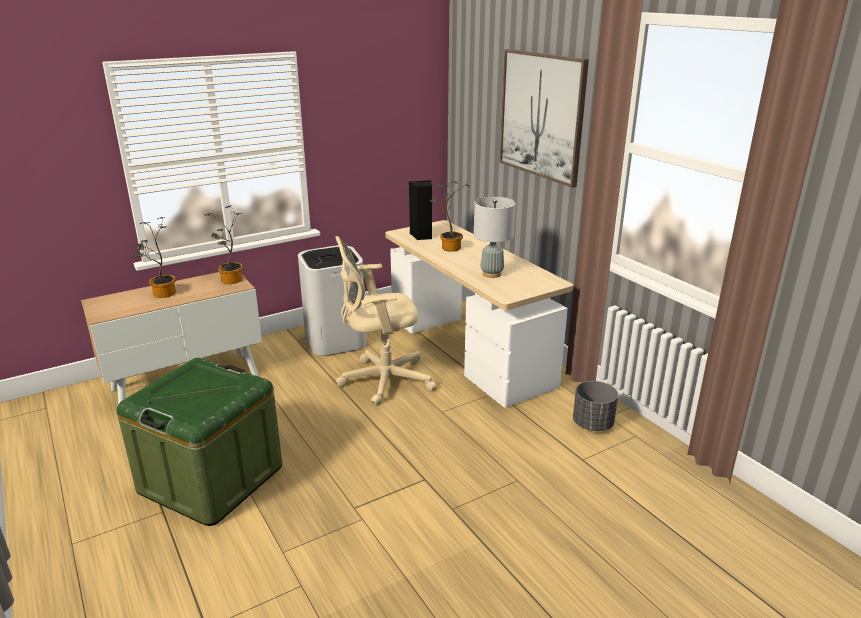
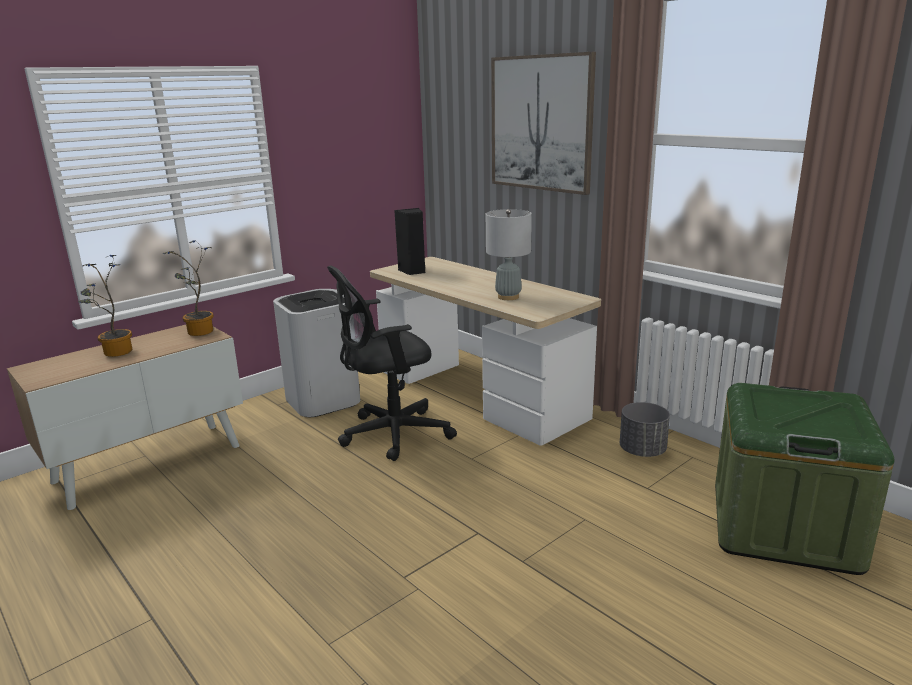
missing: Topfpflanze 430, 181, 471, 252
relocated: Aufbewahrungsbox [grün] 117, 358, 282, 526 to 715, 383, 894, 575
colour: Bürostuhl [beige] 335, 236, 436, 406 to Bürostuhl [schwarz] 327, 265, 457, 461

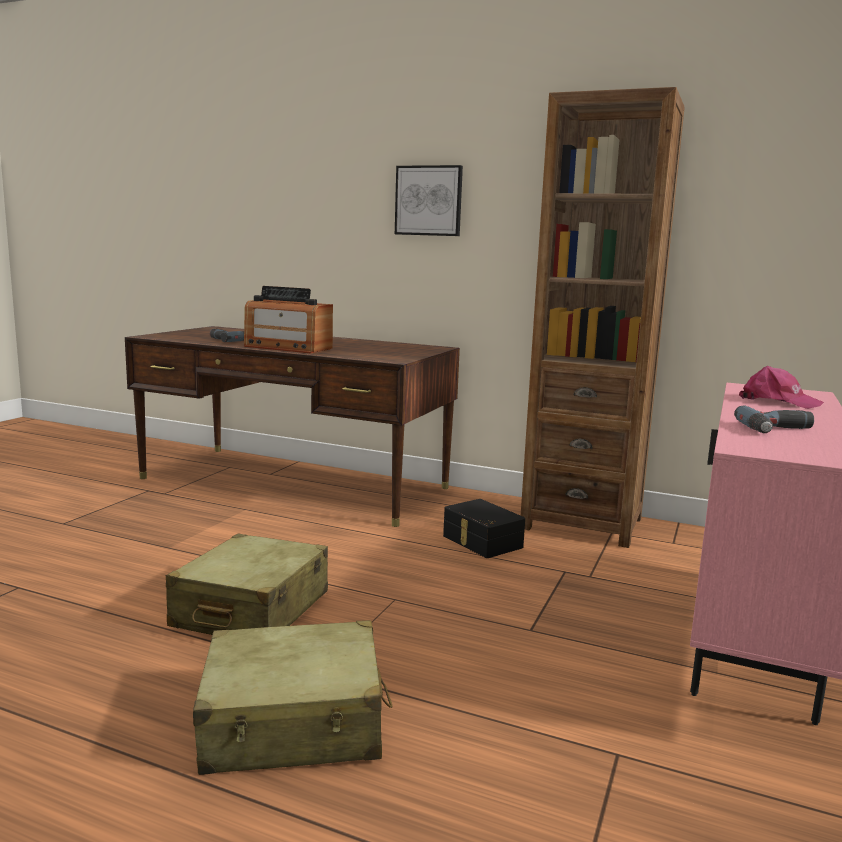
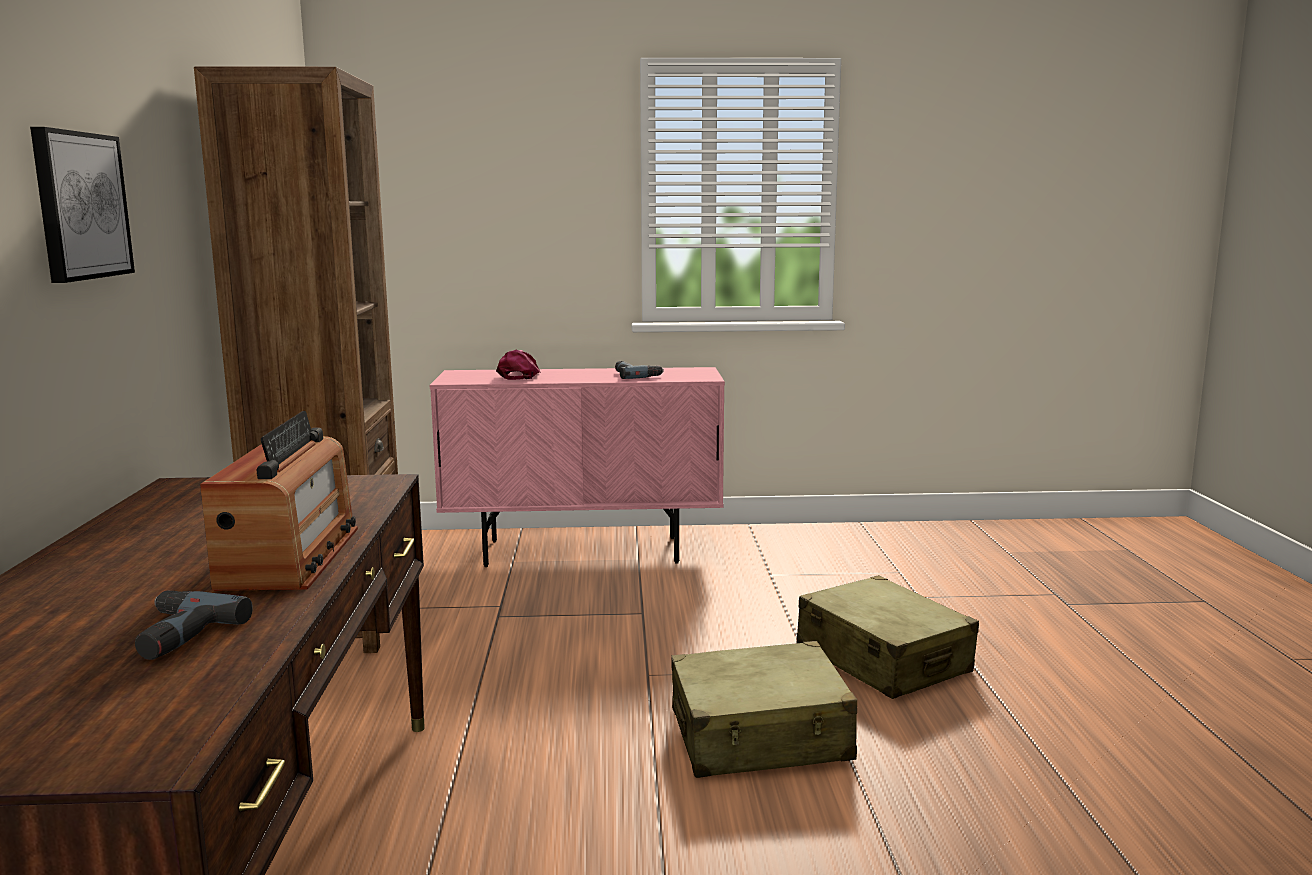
missing: Aufbewahrungsbox [schwarz] 443, 499, 525, 558

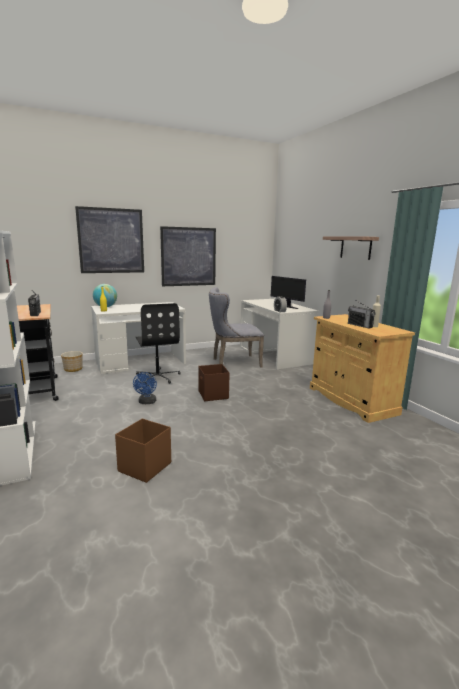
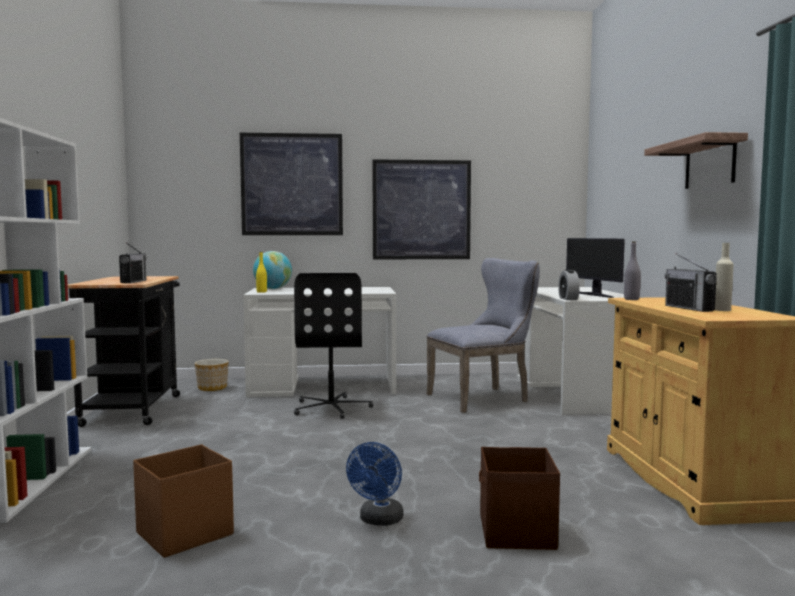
relocated: Ventilator [blau] 133, 372, 157, 404 to 346, 442, 403, 526; Aufbewahrungsbox [braun] 198, 364, 230, 401 to 479, 447, 560, 550
spun: Stuhl [grau] 209, 287, 264, 368 = 427, 258, 540, 413 150 degrees clockwise

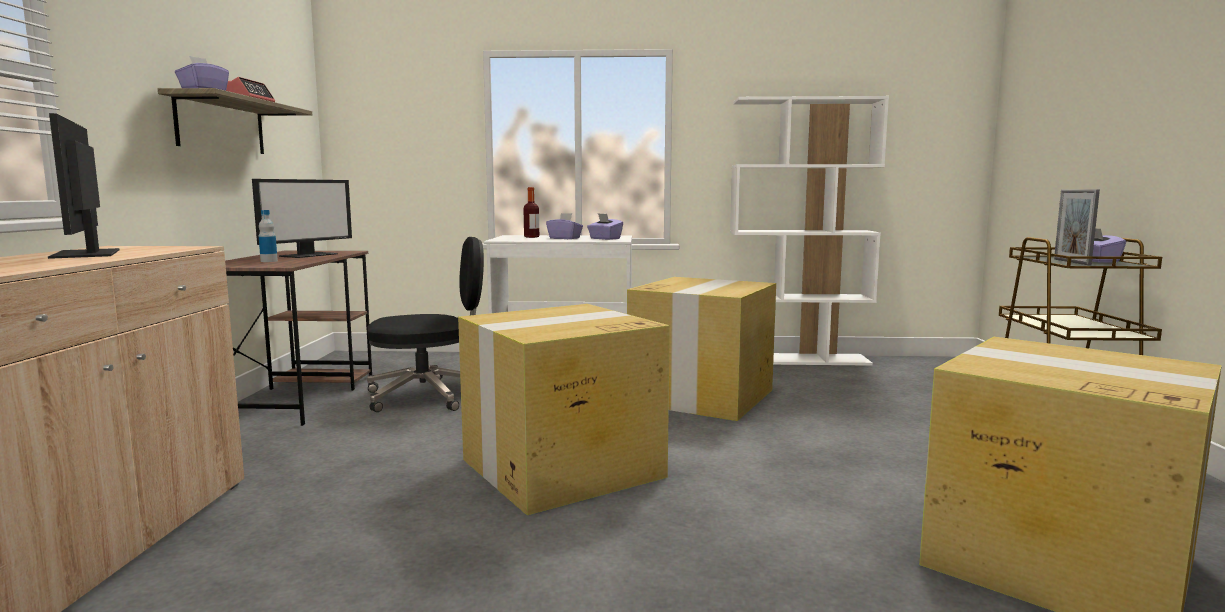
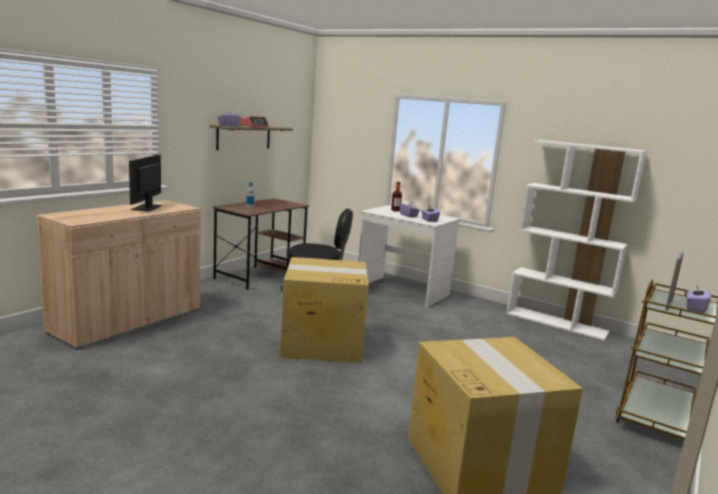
missing: Monitor 252, 179, 352, 258; Karton 627, 277, 776, 421

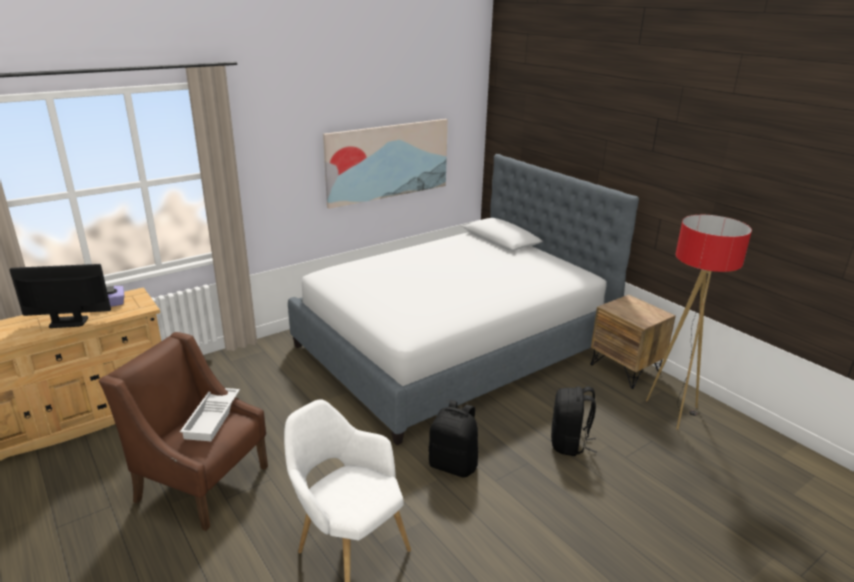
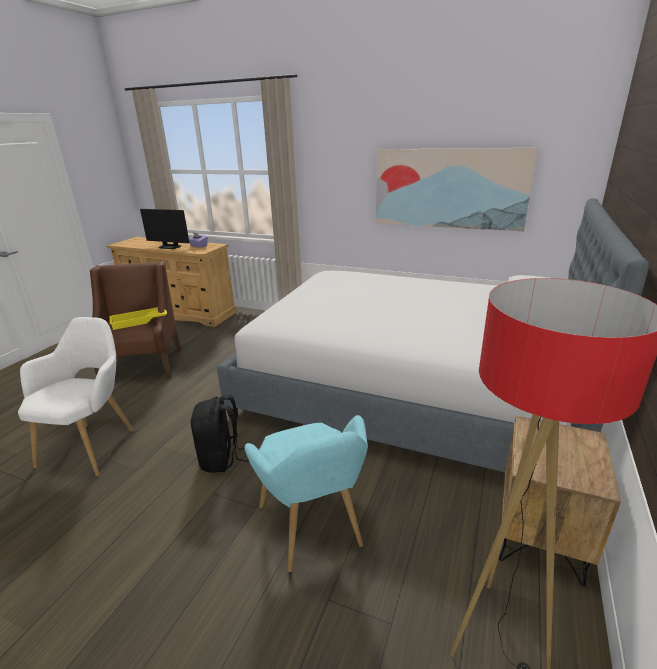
exchanged: Rucksack [schwarz] 551, 386, 597, 456 to Sessel [türkis] 244, 415, 368, 572
colour: Tablett [weiß] 180, 388, 240, 441 to Tablett [gelb] 110, 307, 167, 330
spun: Monitor 9, 264, 111, 328 = 140, 209, 189, 249 150 degrees clockwise

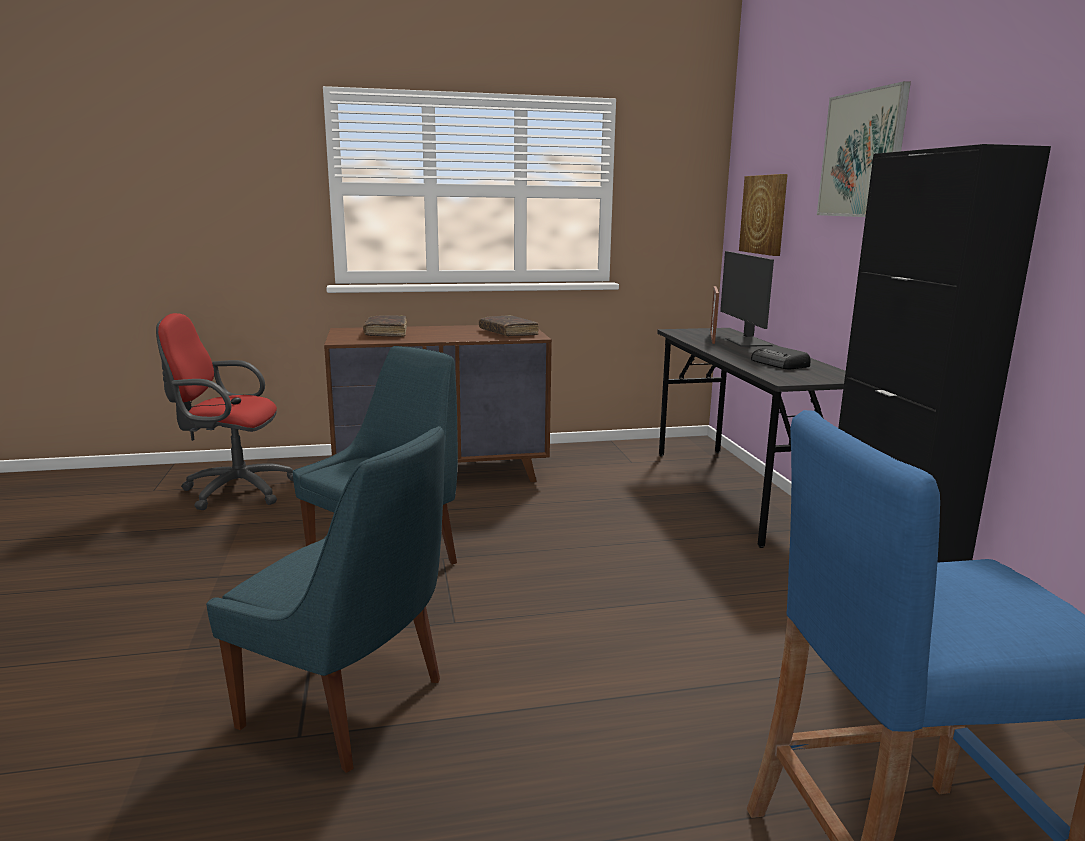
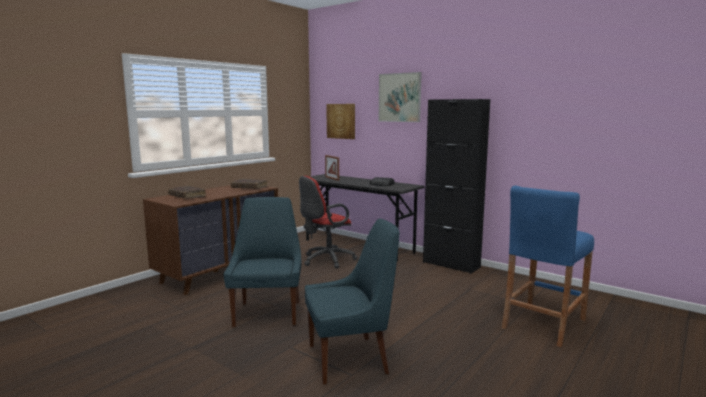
missing: Monitor 720, 251, 774, 347
relocated: Bürostuhl [rot] 156, 313, 293, 510 to 299, 176, 357, 268

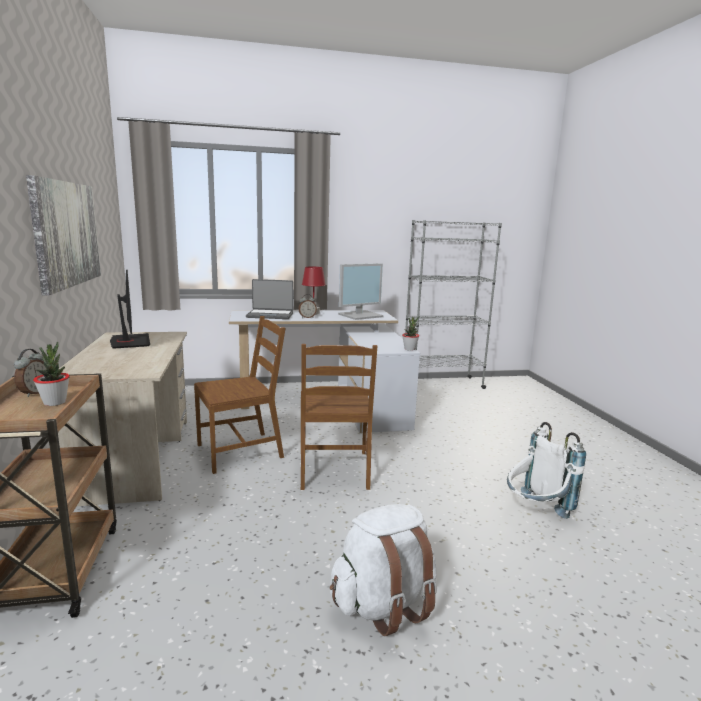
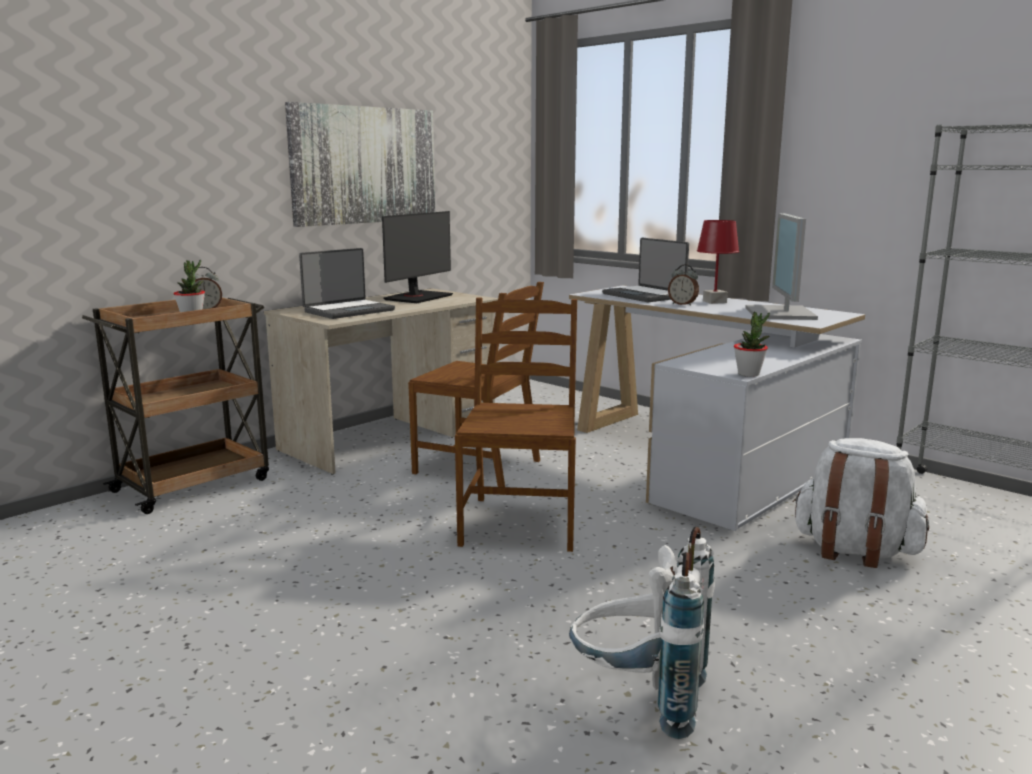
appeared: Laptop 299, 248, 395, 319
relocated: Rucksack [weiß] 330, 504, 437, 636 to 793, 438, 929, 568
spun: Stuhl [braun] 301, 344, 377, 490 = 455, 298, 577, 552 135 degrees clockwise; Monitor 338, 263, 384, 320 = 745, 213, 818, 320 75 degrees clockwise

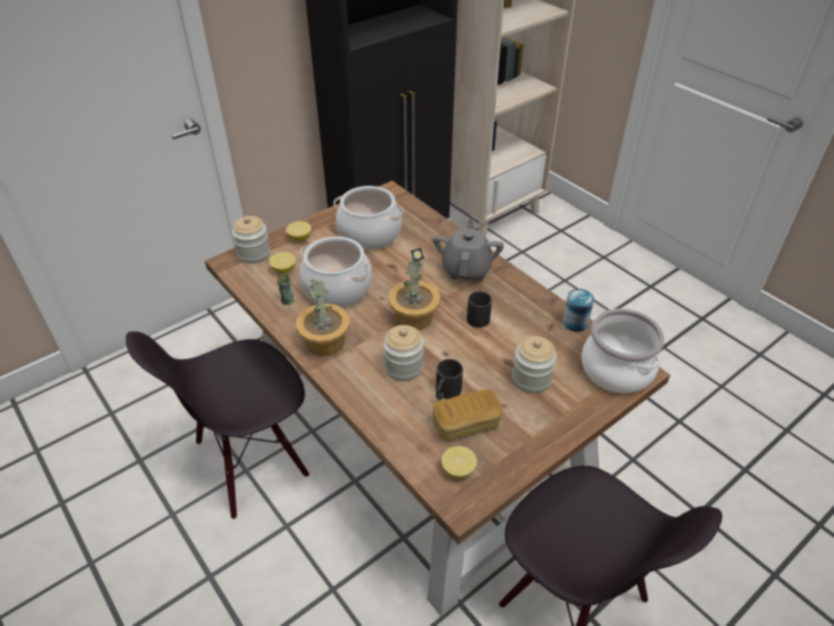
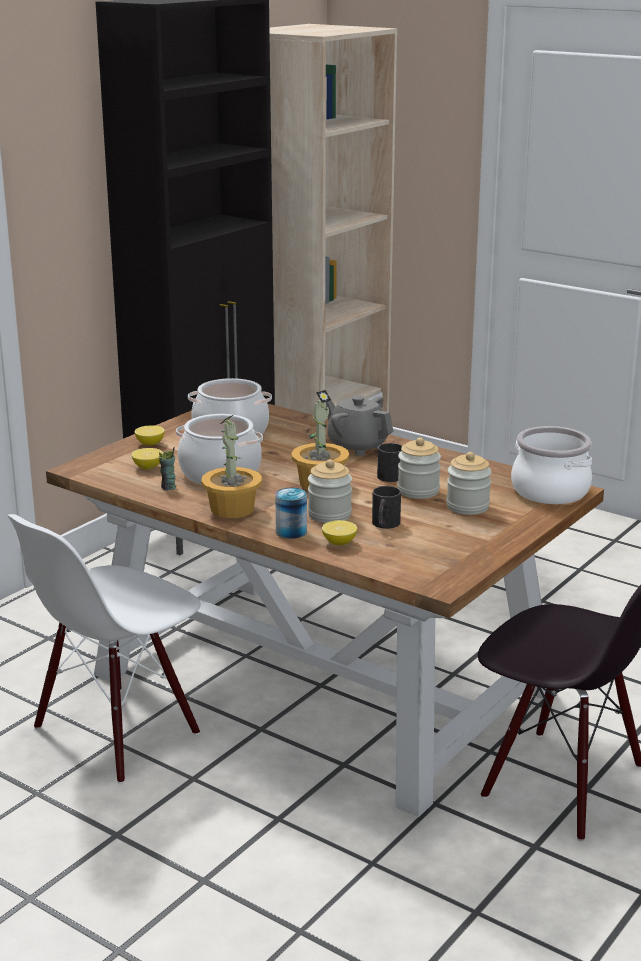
missing: Brot 433, 389, 503, 441
relocated: Vorratsglas 232, 216, 270, 264 to 398, 437, 441, 499; Zitrone 441, 446, 477, 478 to 322, 520, 357, 545; Dose 562, 289, 594, 332 to 275, 488, 307, 539
colour: Stuhl [schwarz] 126, 331, 309, 519 to Stuhl [weiß] 7, 514, 201, 784
spun: Teekanne [grau] 433, 219, 504, 282 = 326, 396, 393, 456 45 degrees counterclockwise

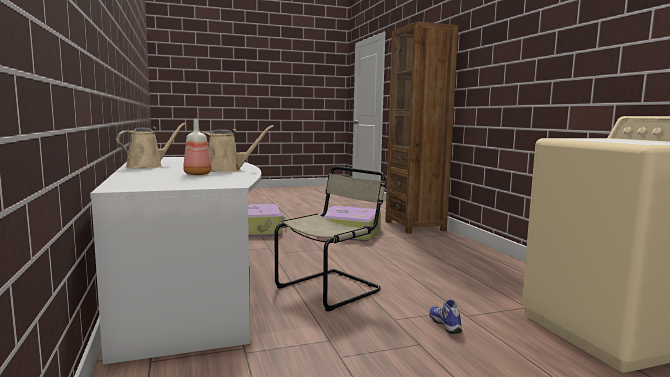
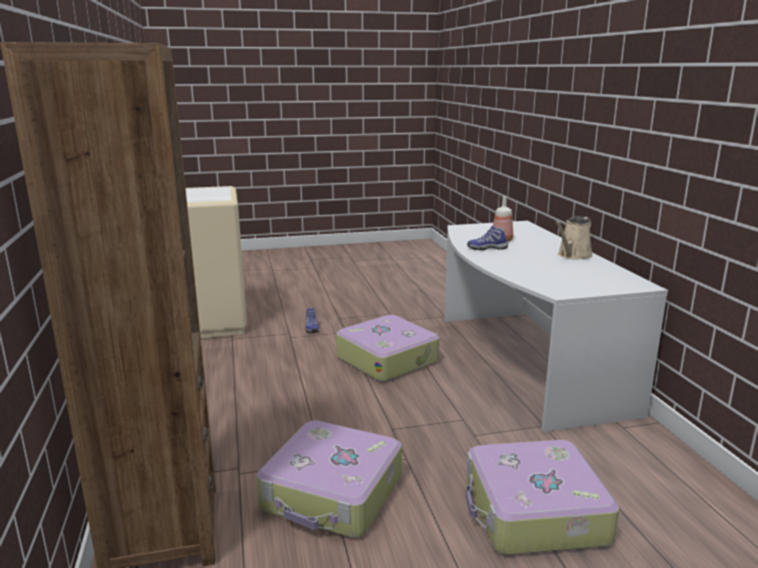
exchanged: Gießkanne [beige] 201, 125, 274, 172 to Schuh 467, 225, 508, 250; Stuhl [beige] 275, 166, 386, 312 to Koffer 336, 315, 439, 382

